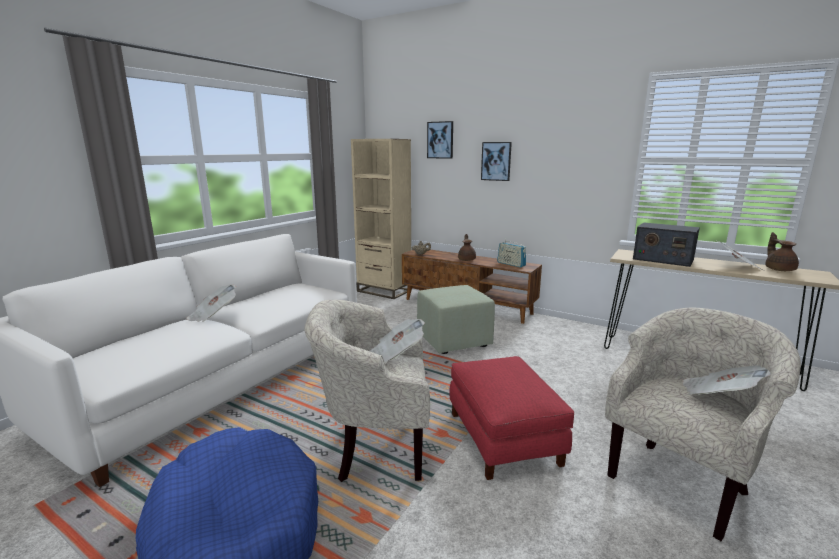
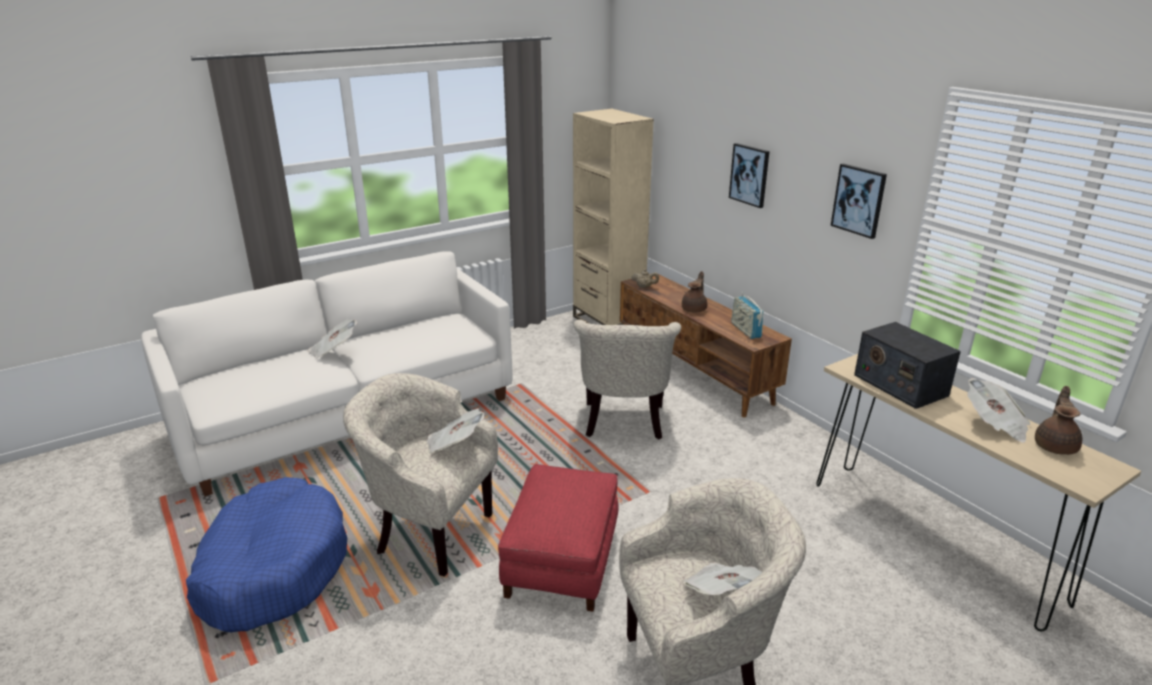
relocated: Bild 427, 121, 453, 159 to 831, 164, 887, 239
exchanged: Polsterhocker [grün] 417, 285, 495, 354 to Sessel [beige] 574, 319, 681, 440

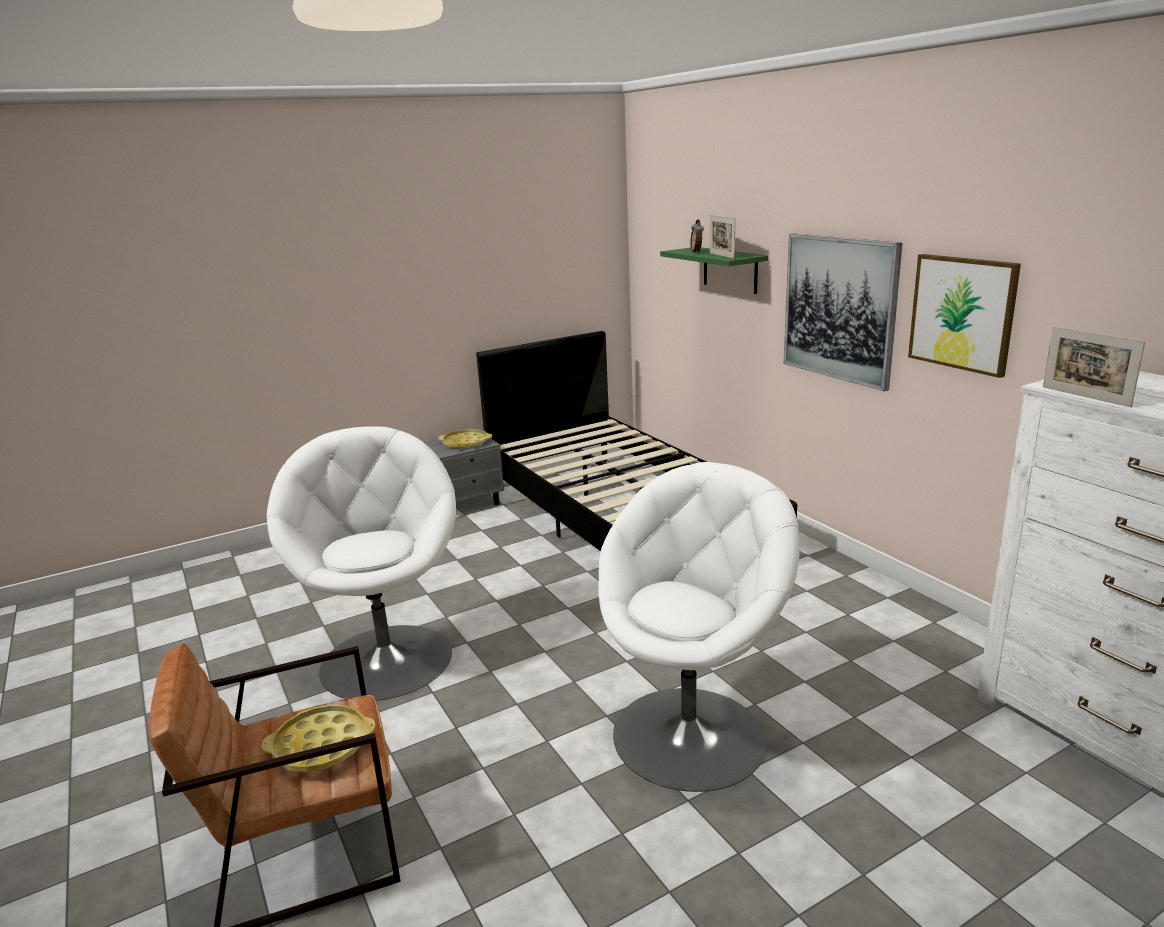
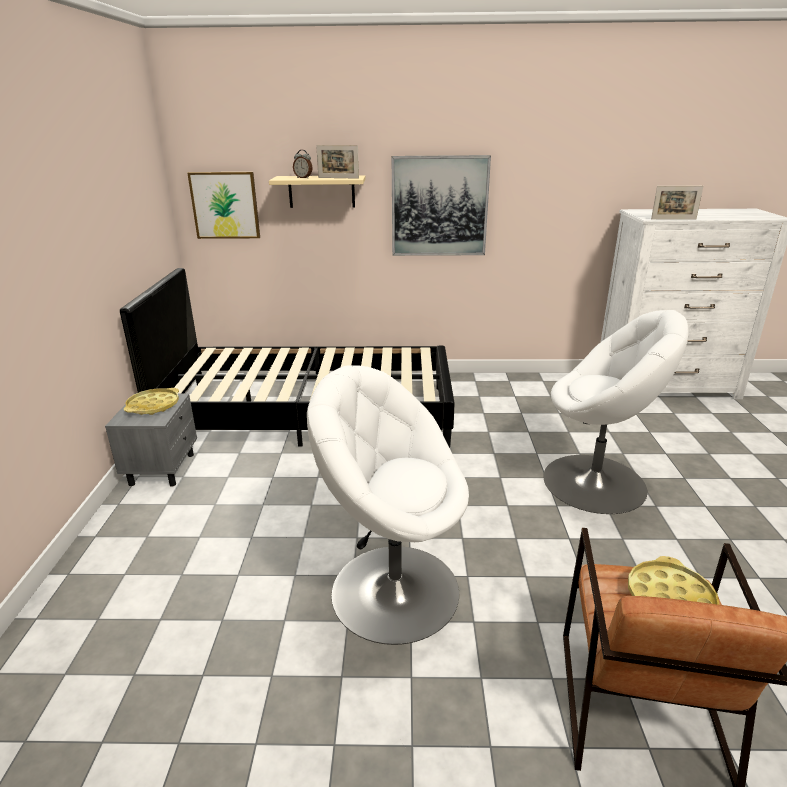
relocated: Bild 908, 254, 1021, 378 to 187, 172, 260, 239
colour: Wandregal [grün] 660, 247, 768, 294 to Wandregal [beige] 269, 176, 366, 208
spun: Sessel [weiß] 599, 462, 800, 792 = 544, 310, 688, 514 120 degrees clockwise

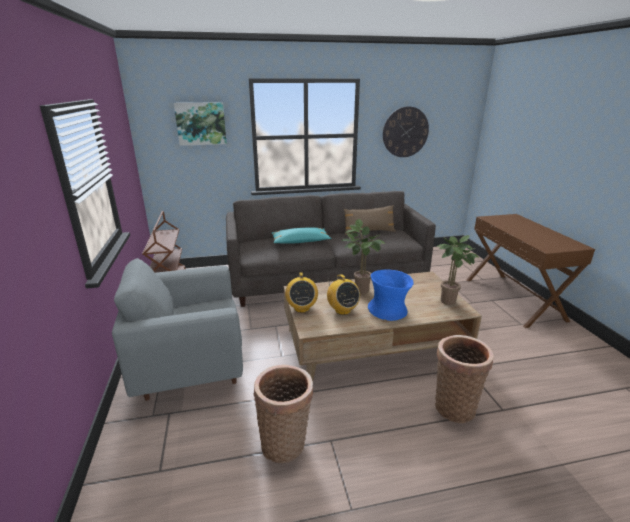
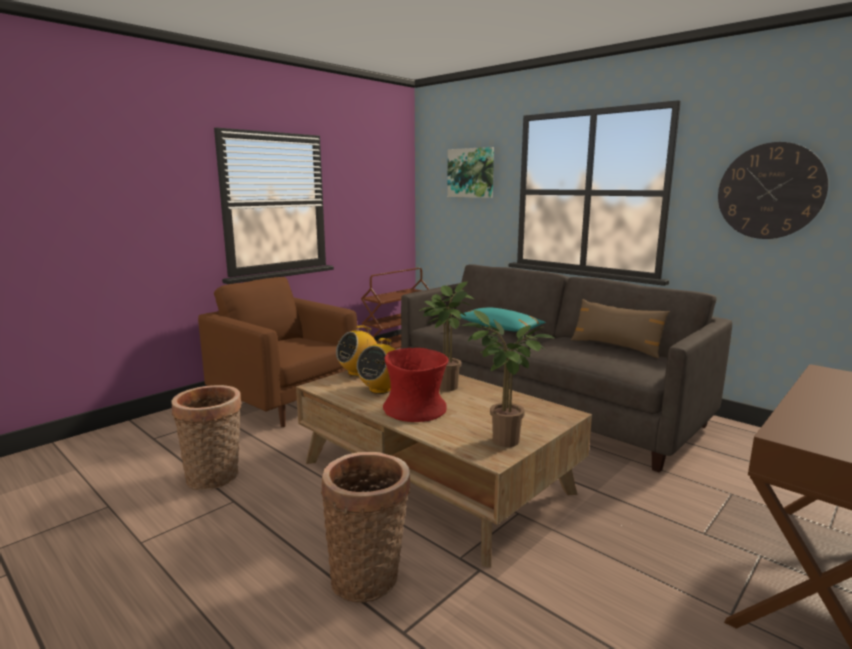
colour: Sessel [grau] 112, 258, 243, 401 to Sessel [braun] 198, 277, 357, 427; Vase [blau] 368, 269, 414, 321 to Vase [rot] 383, 348, 449, 422

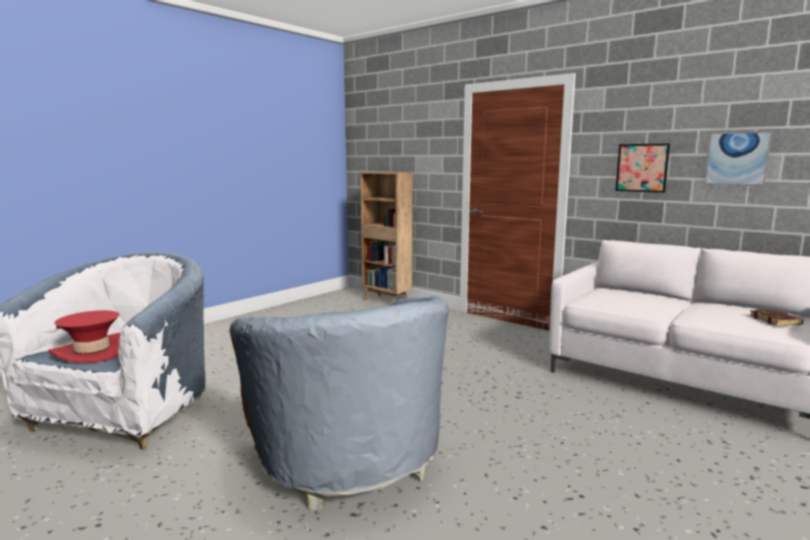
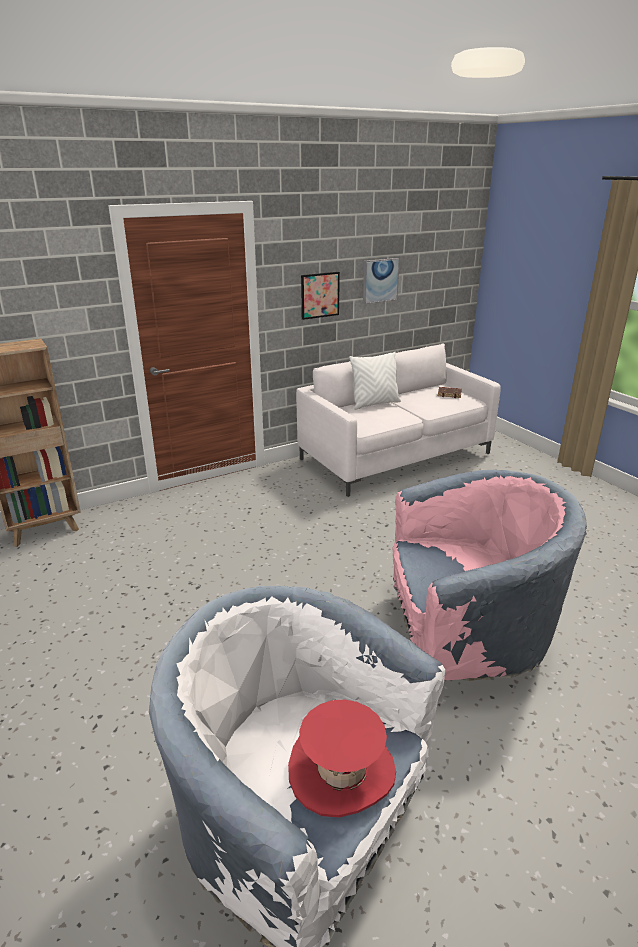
appeared: Kissen [weiß] 349, 352, 401, 410
colour: Sessel [braun] 230, 296, 449, 510 to Sessel [rosa] 392, 470, 587, 681

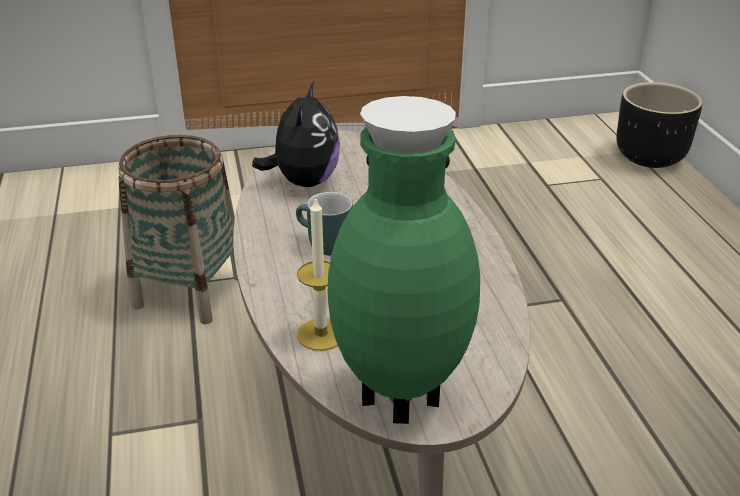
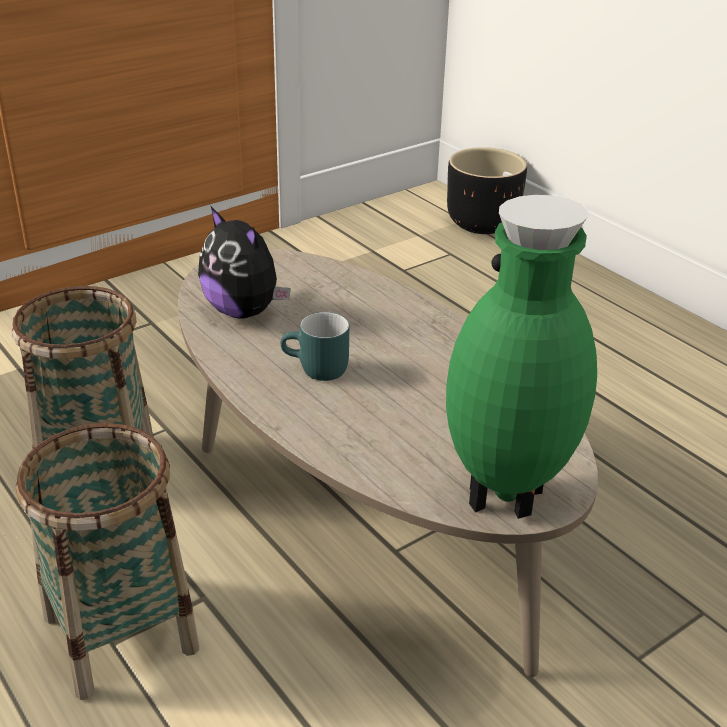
missing: Kerze 297, 196, 338, 351
appeared: Korb 16, 423, 199, 700
spun: Plüschtier 252, 81, 340, 187 = 198, 207, 291, 319 150 degrees clockwise

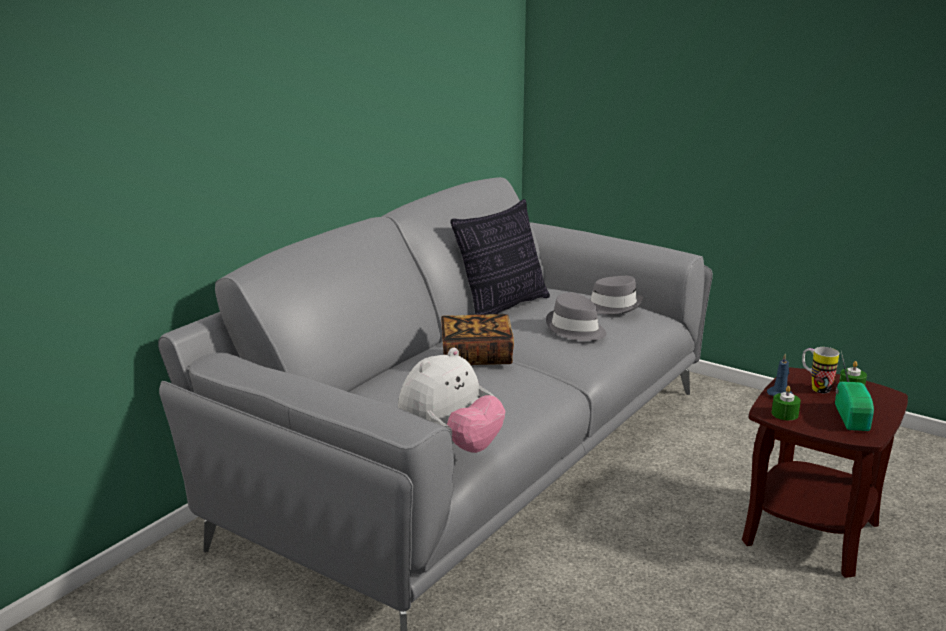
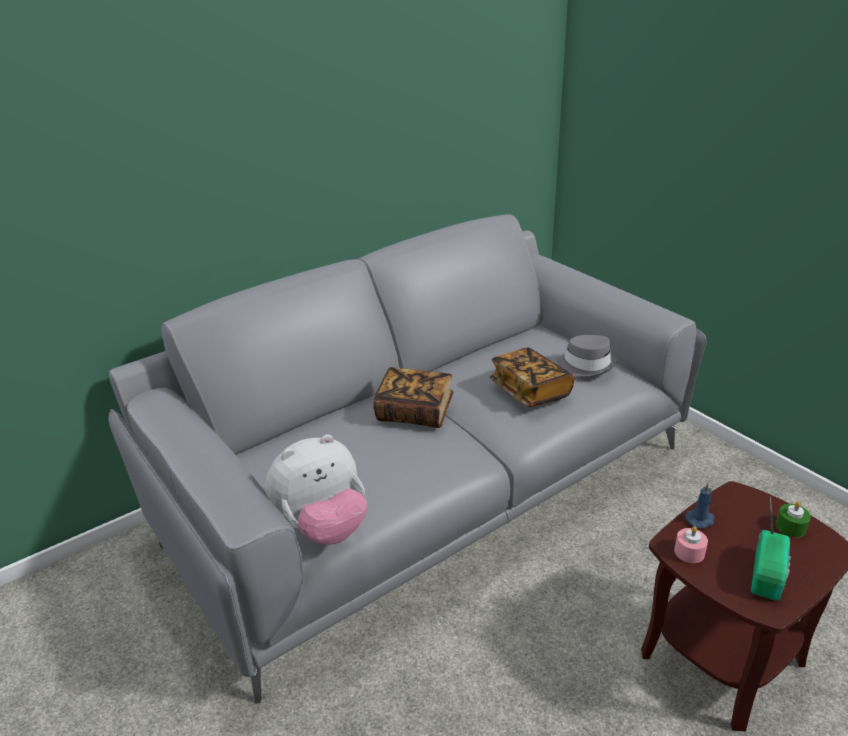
missing: Kissen 451, 199, 550, 315; Henkelbecher 802, 347, 839, 393
exchanged: Hut [grau] 546, 292, 607, 341 to Buch 490, 348, 575, 407
colour: Kerze [grün] 772, 386, 801, 420 to Kerze [rosa] 674, 526, 708, 563

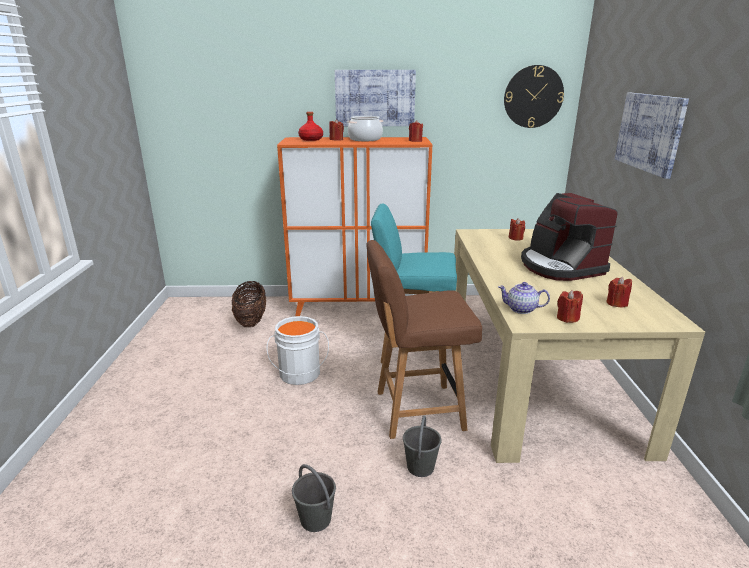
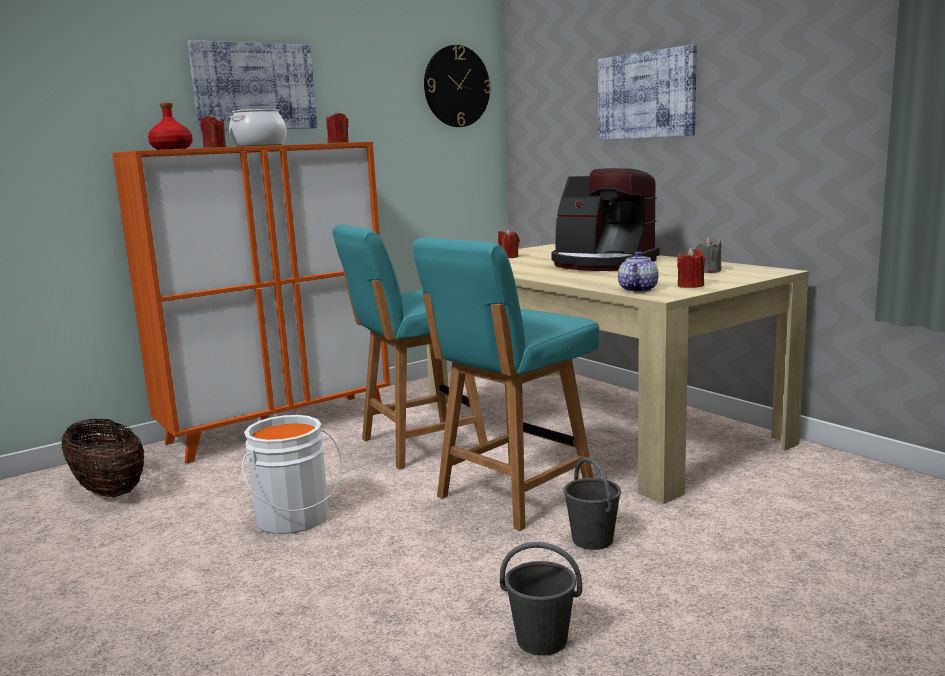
colour: Stuhl [braun] 366, 240, 482, 439 to Stuhl [türkis] 412, 237, 600, 531; Kerze [rot] 606, 277, 632, 307 to Kerze [grau] 695, 237, 722, 273
spun: Teekanne 498, 282, 550, 314 = 618, 251, 659, 292 135 degrees clockwise

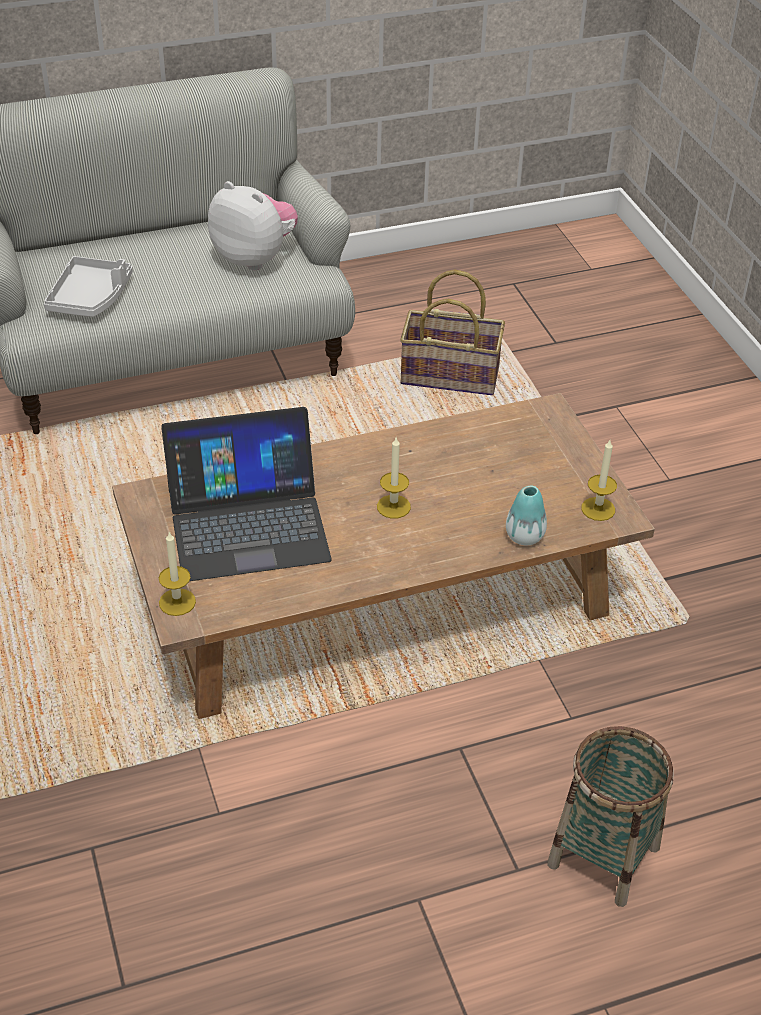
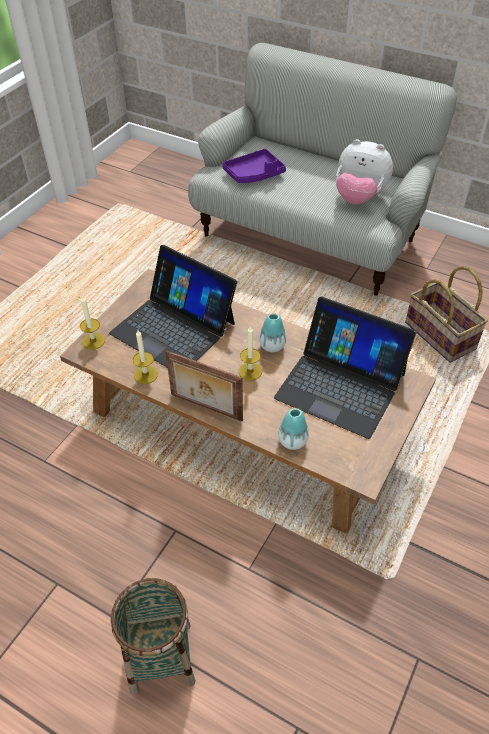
appeared: Bilderrahmen 165, 350, 243, 421; Vase 259, 313, 286, 352; Laptop 274, 296, 417, 439
relocated: Kerze 581, 440, 617, 521 to 133, 330, 158, 384
colour: Tablett [grau] 44, 256, 133, 317 to Tablett [lila] 222, 149, 286, 183
spun: Plüschtier 208, 181, 298, 270 = 336, 139, 393, 205 120 degrees clockwise

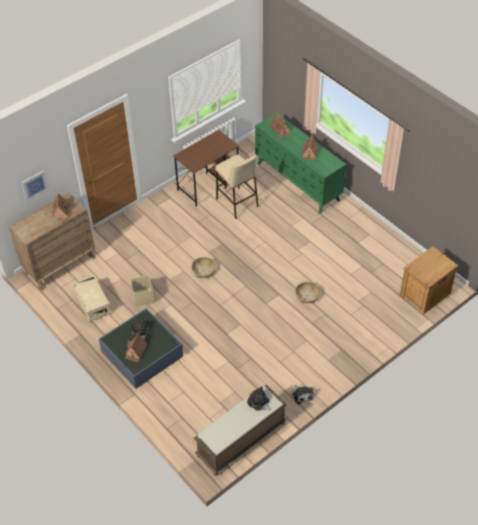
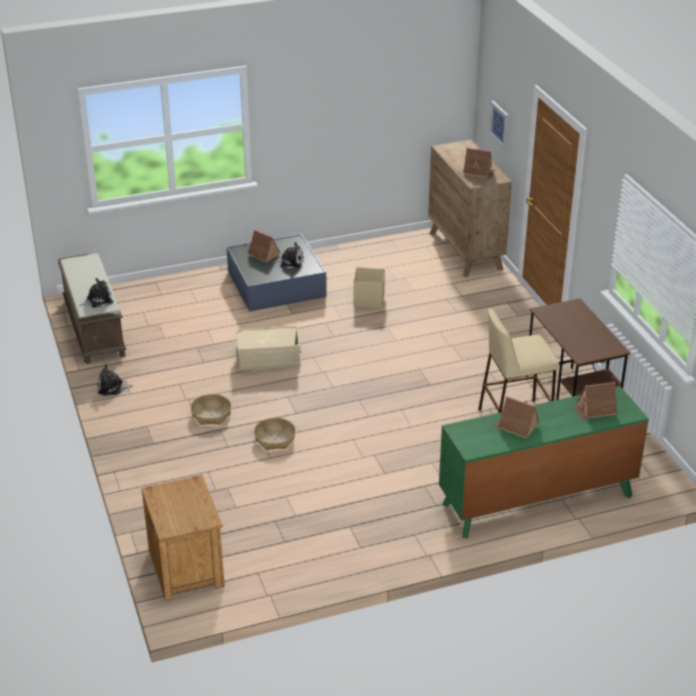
relocated: Aufbewahrungsbox [beige] 72, 275, 111, 322 to 236, 325, 301, 371; Korb 191, 257, 216, 278 to 190, 394, 231, 425

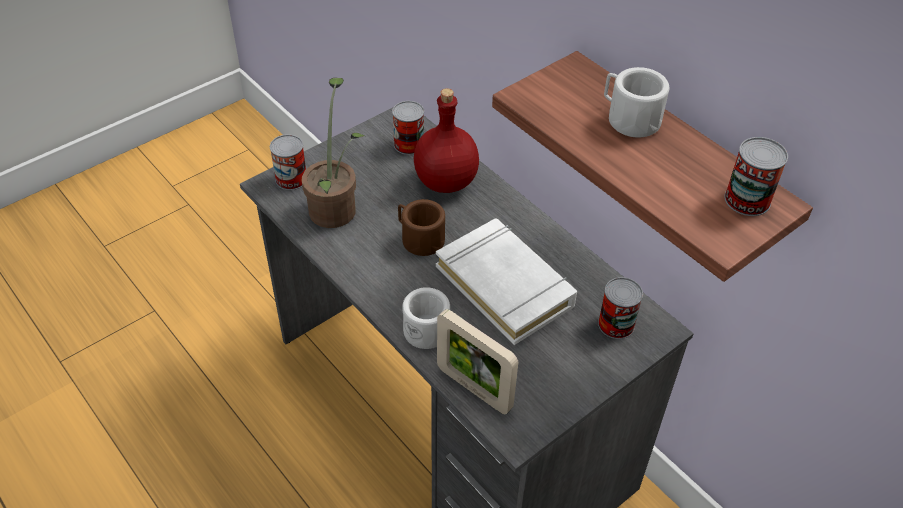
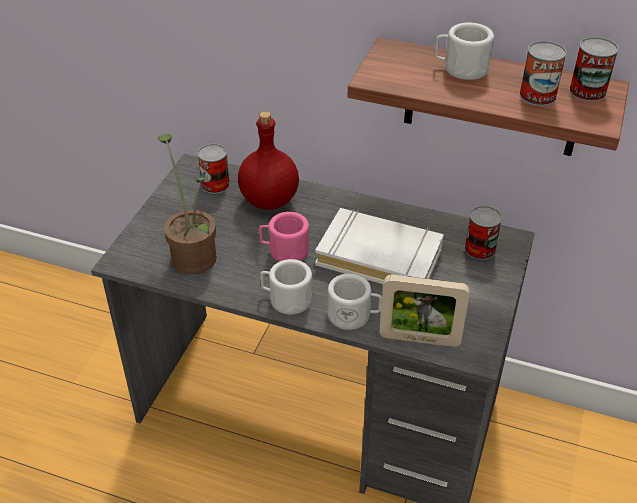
appeared: Henkelbecher [weiß] 260, 259, 312, 314
relocated: Dose 270, 134, 306, 190 to 519, 41, 567, 106
colour: Henkelbecher [braun] 398, 199, 445, 256 to Henkelbecher [rosa] 259, 212, 309, 262

